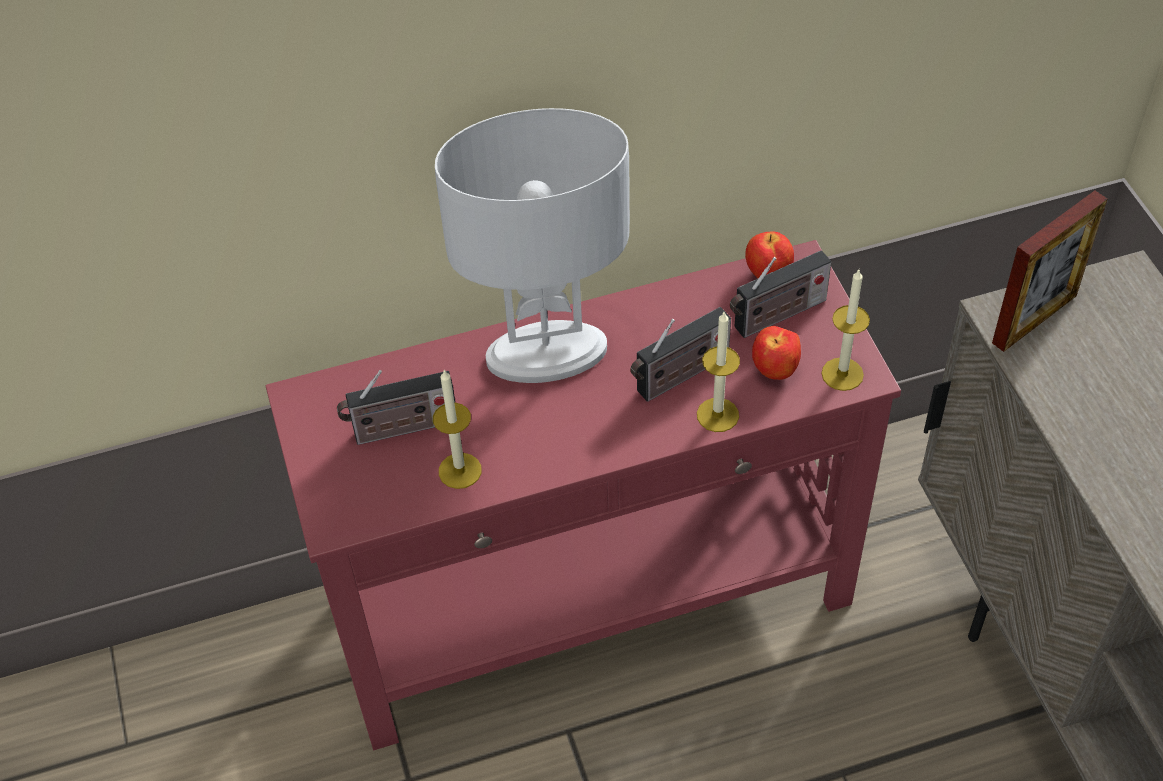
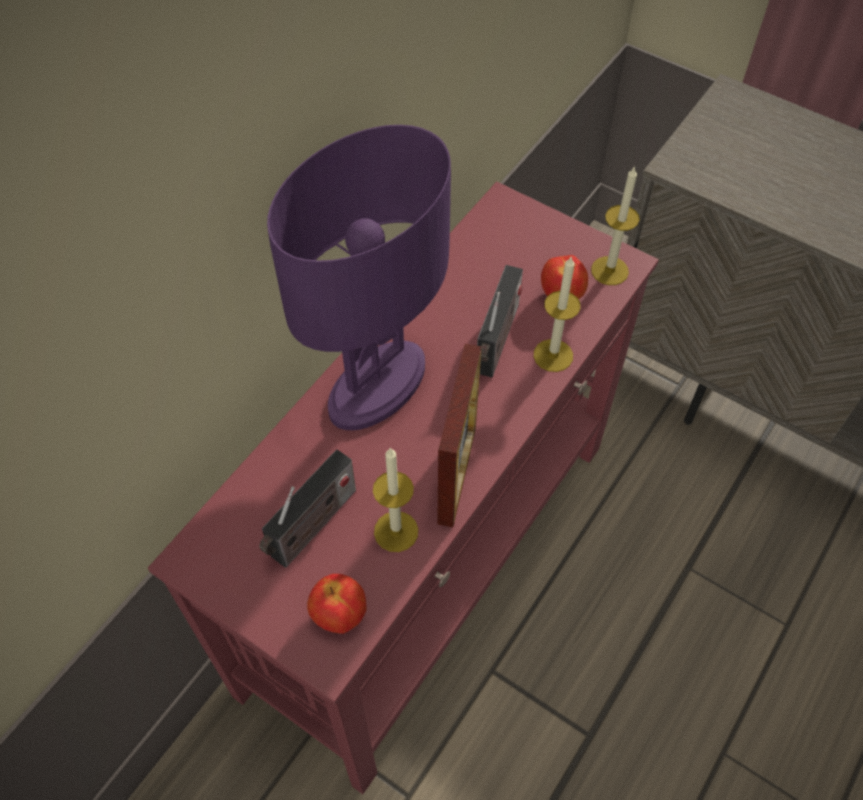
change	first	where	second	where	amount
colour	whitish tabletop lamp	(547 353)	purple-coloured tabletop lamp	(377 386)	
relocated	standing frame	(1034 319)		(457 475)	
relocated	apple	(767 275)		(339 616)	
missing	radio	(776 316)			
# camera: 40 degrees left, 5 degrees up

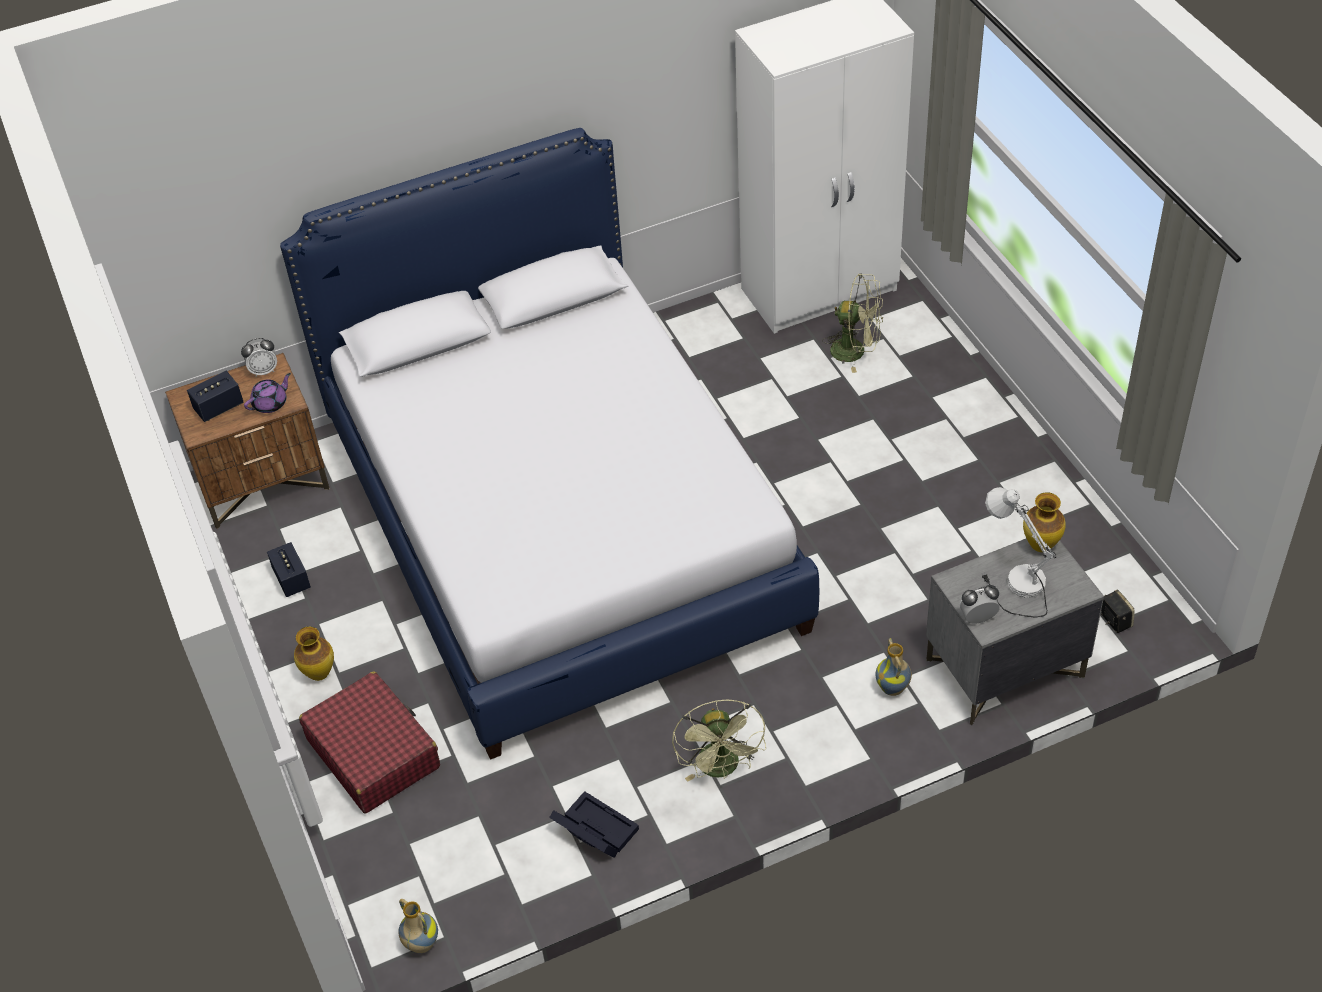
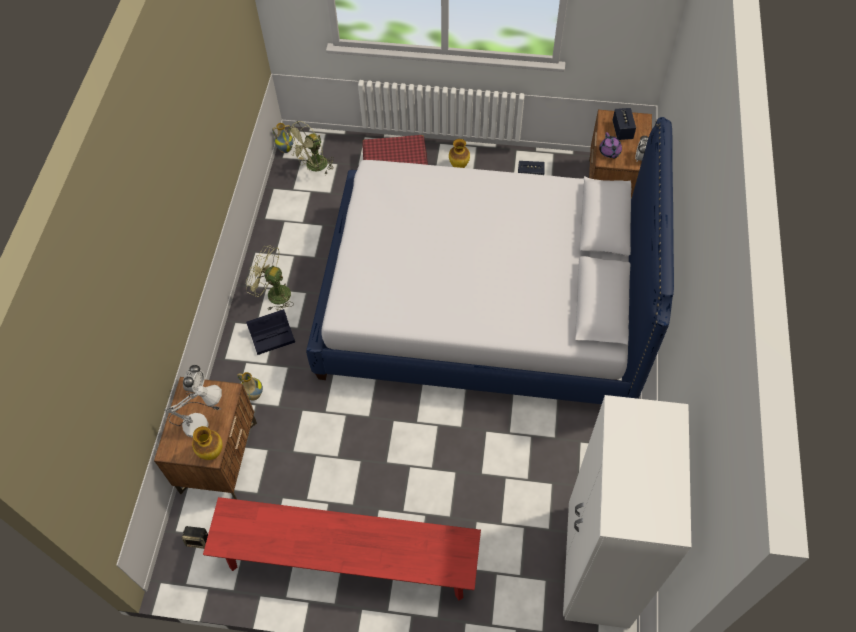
change	first	where	second	where	amount
relocated	greenish electric fan	(856 351)		(313 167)	
colour	greyish bedside table	(1004 669)	brown-coloured bedside table	(219 457)	
relocated	blackish storage box	(593 830)		(273 335)	
appeared			reddish bench	(348 562)	
# camera: 120 degrees right, 10 degrees up

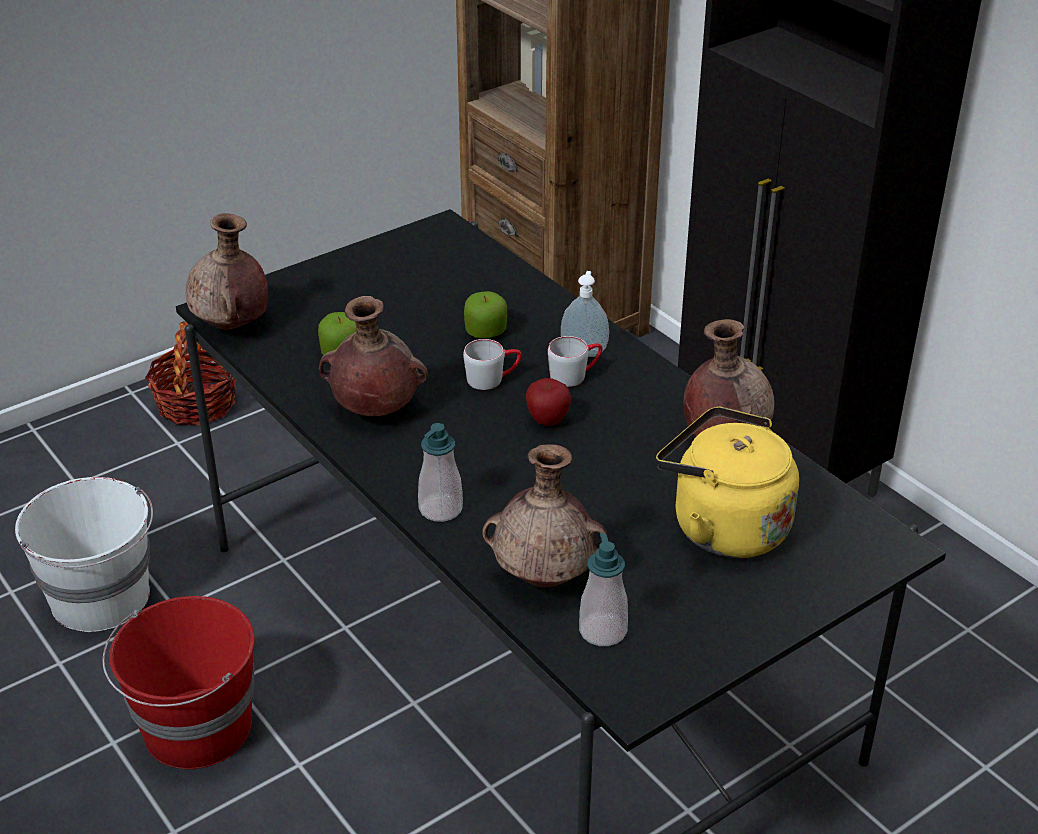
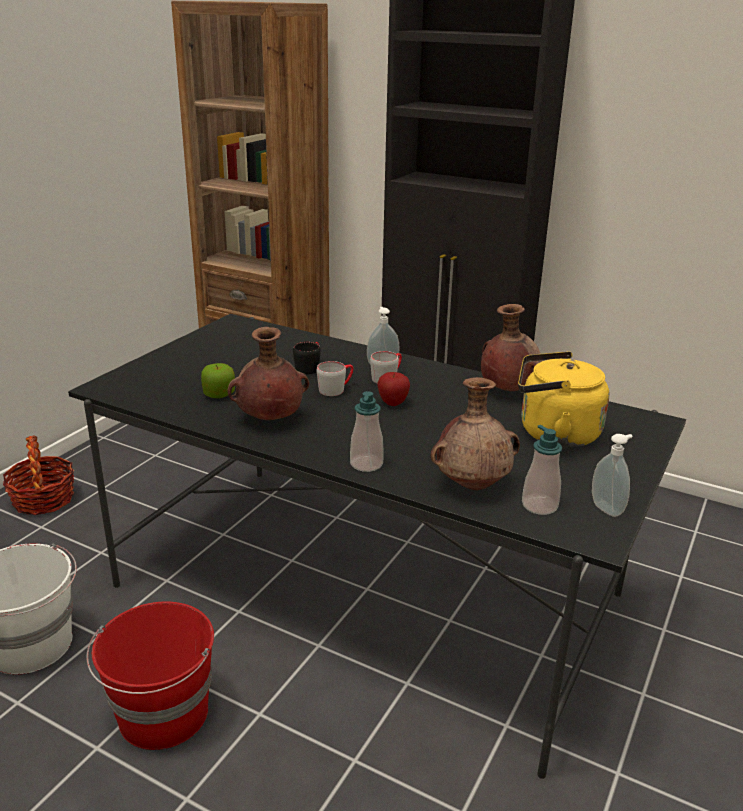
change	first	where	second	where	amount
missing	brown-coloured vase	(232 326)			
exchanged	apple	(485 332)	blackish coffee mug	(309 367)	
appeared			soap bottle	(608 508)	
# camera: 25 degrees left, 10 degrees down

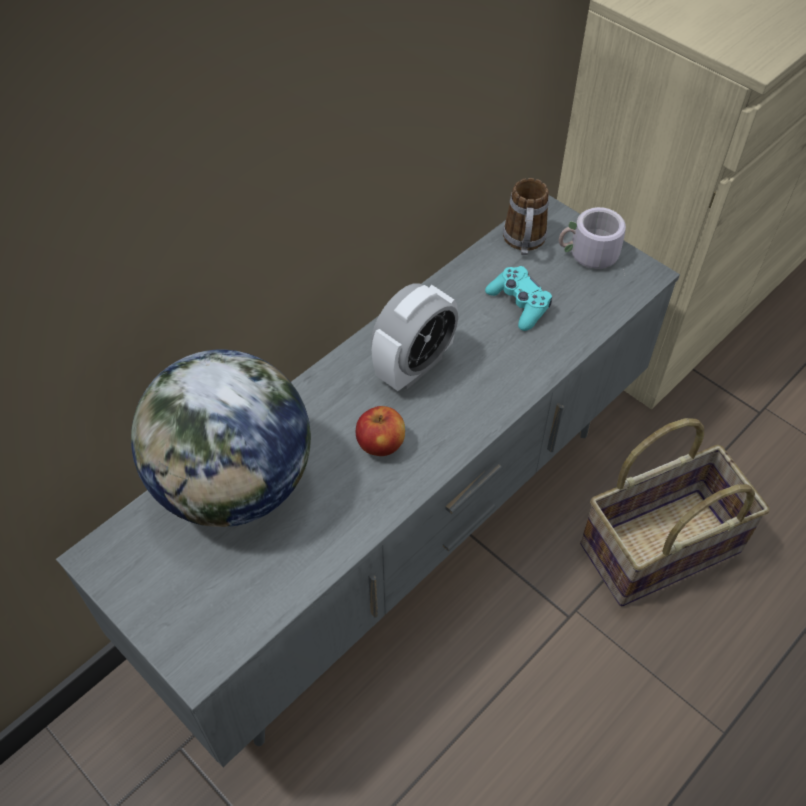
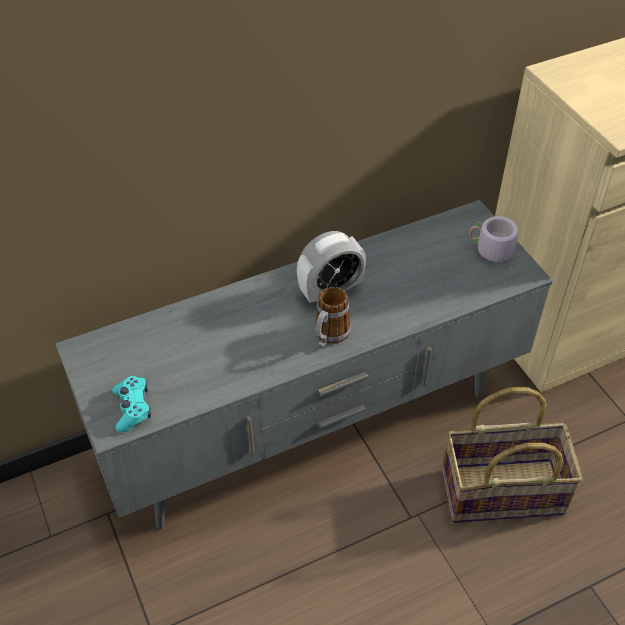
change	first	where	second	where	amount
relocated	coffee mug	(524 243)		(328 336)	
relocated	turquoise gamepad	(519 304)		(132 408)	
missing	globe	(235 485)			
missing	apple	(381 444)			
# camera: 20 degrees right, 5 degrees down

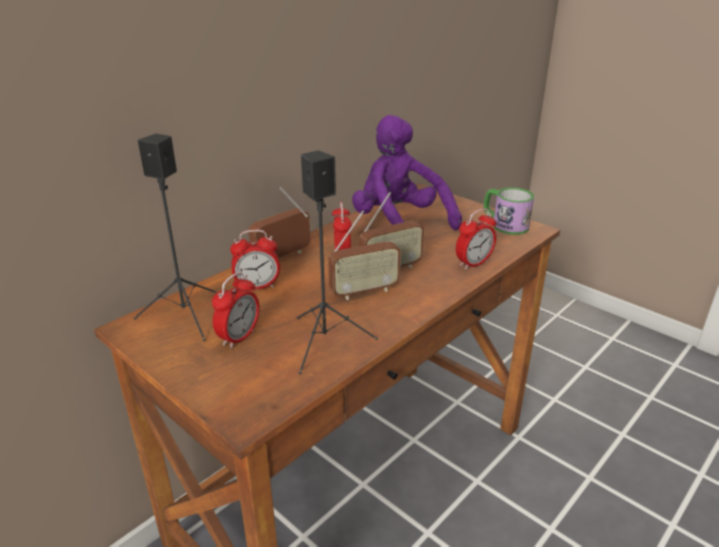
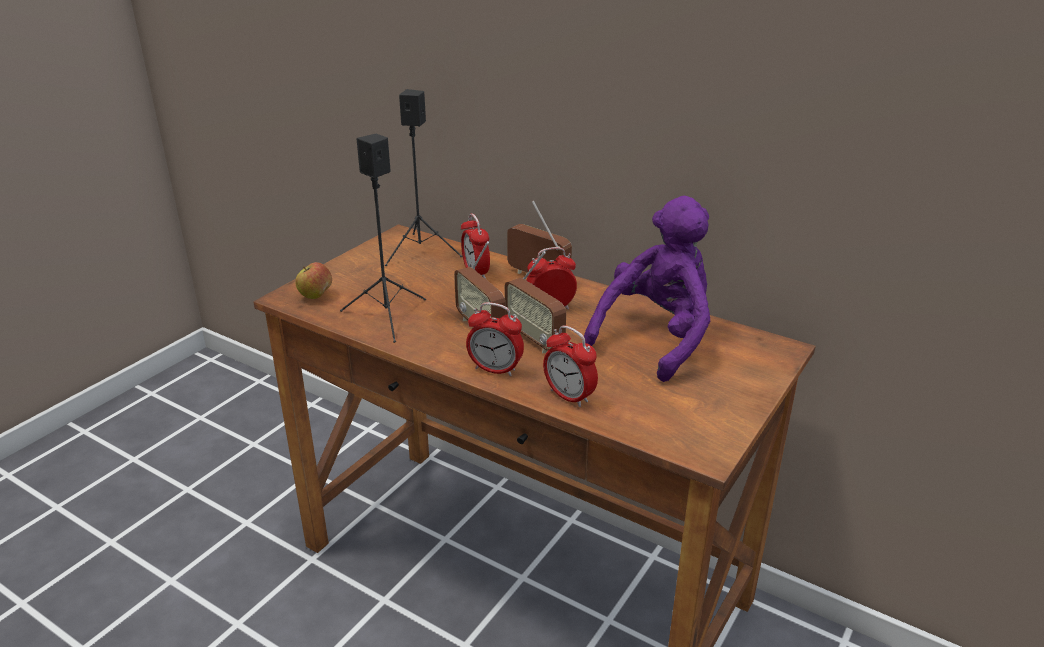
change	first	where	second	where	amount
missing	coffee mug	(504 224)			
relocated	table clock	(239 337)		(495 369)	
appeared			apple	(315 296)	
# camera: 80 degrees right, 0 degrees up

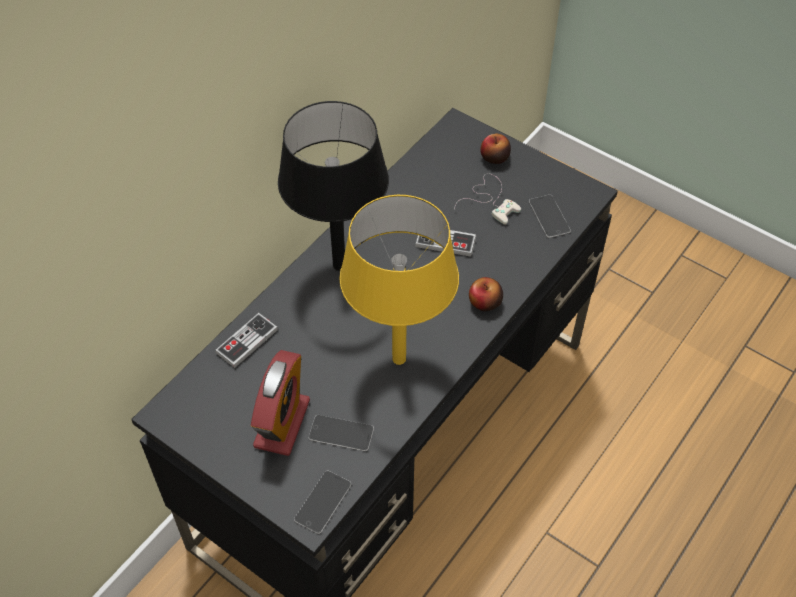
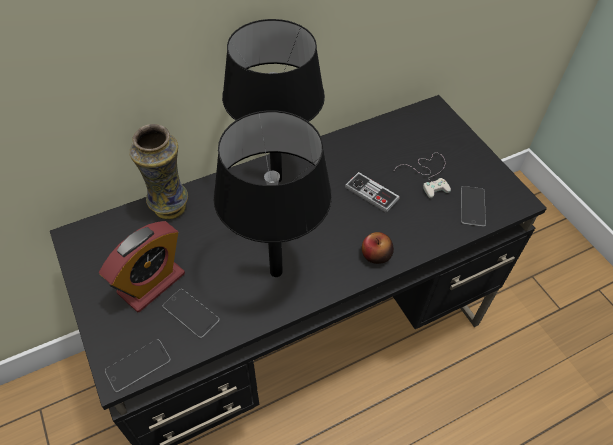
change	first	where	second	where	amount
missing	apple	(494 157)			
colour	yellowish tabletop lamp	(398 359)	blackish tabletop lamp	(275 271)	
exchanged	gamepad	(247 341)	vase	(170 208)	
# camera: 25 degrees right, 0 degrees up

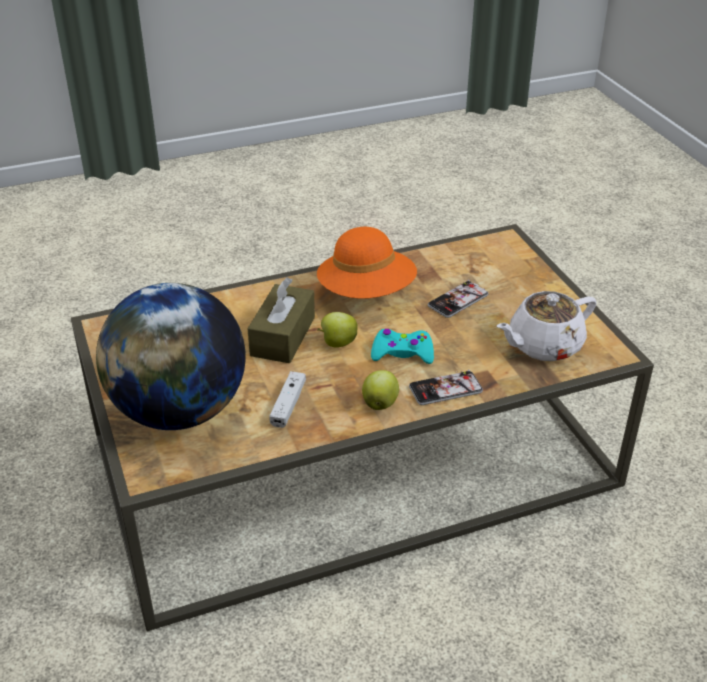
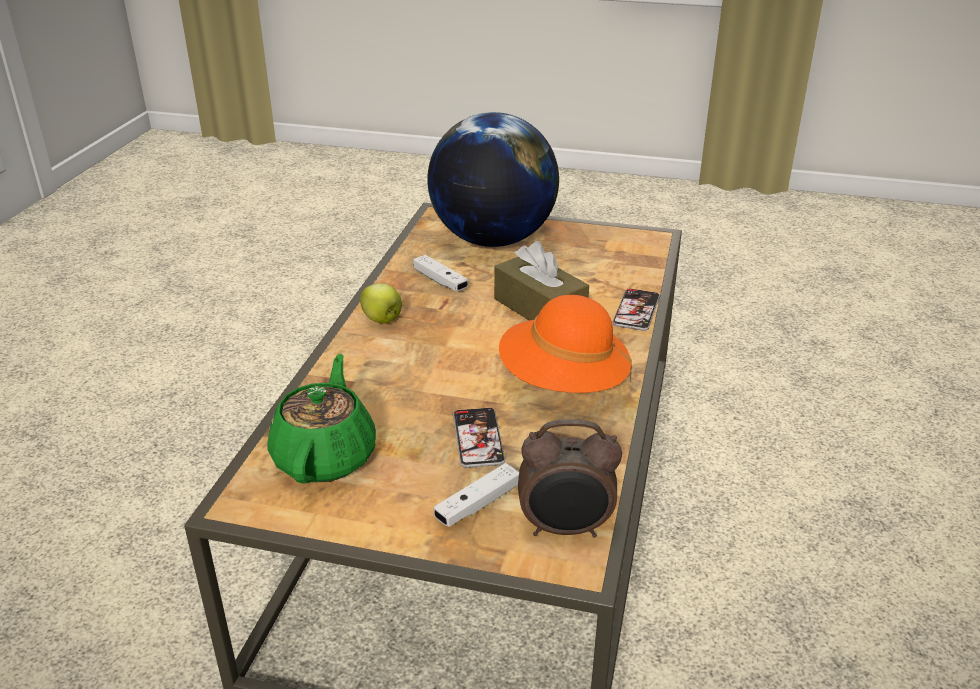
change	first	where	second	where	amount
colour	whitish teapot	(543 345)	greenish teapot	(325 456)	
missing	apple	(337 343)			
missing	turquoise gamepad	(402 353)			
relocated	phone	(445 389)		(636 310)	
appeared			table clock	(565 529)	
appeared			whitish gamepad	(478 504)	
# camera: 125 degrees right, 5 degrees down

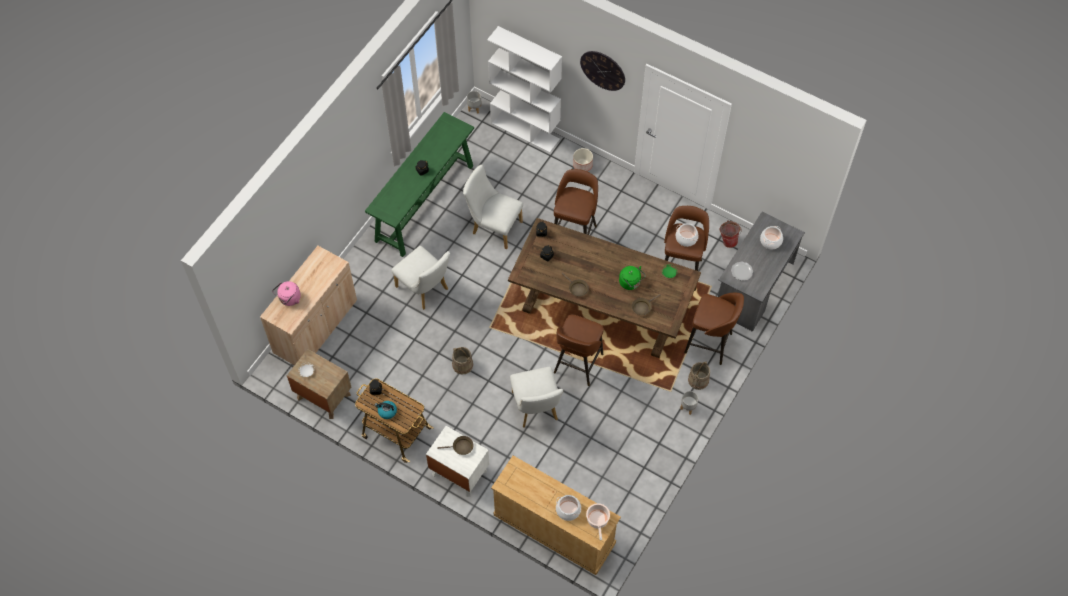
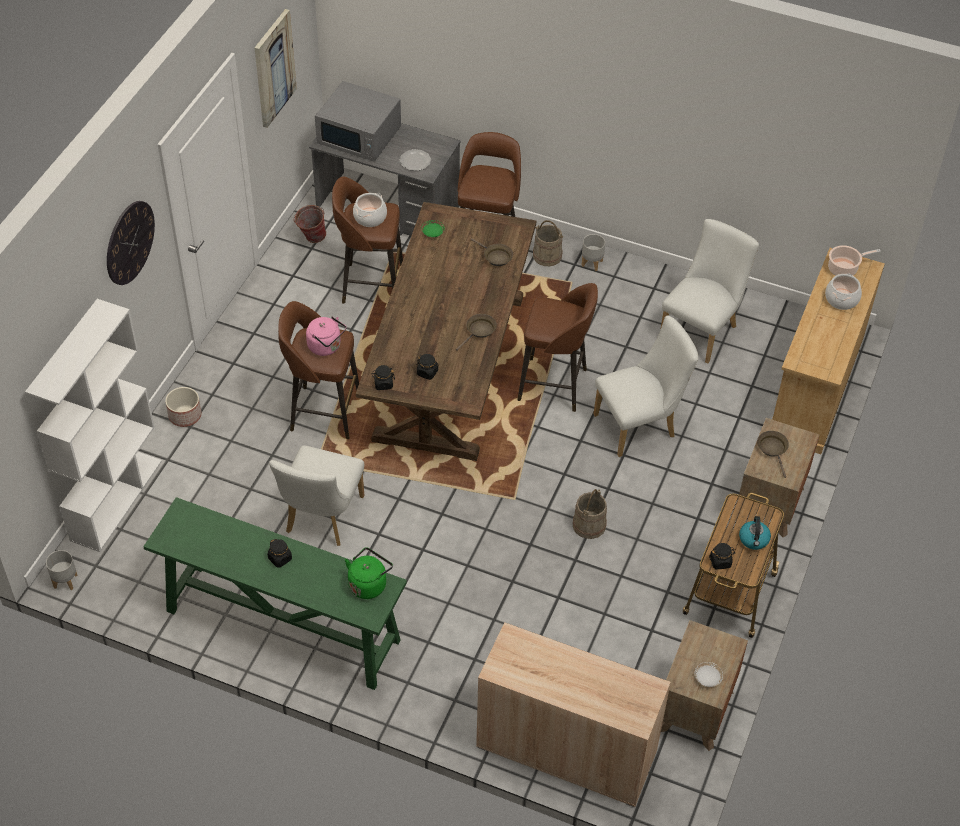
change	first	where	second	where	amount
exchanged	stockpot	(770 241)	greyish microwave	(359 136)	
relocated	whitish upright chair	(425 290)		(702 329)	
relocated	greenish kettle	(631 283)		(369 584)	
relocated	pinkish kettle	(289 299)		(326 347)	
colour	whitish bedside table	(459 472)	brown-coloured bedside table	(769 504)	
appeared			wall art	(274 68)	
# camera: 100 degrees left, 10 degrees down

